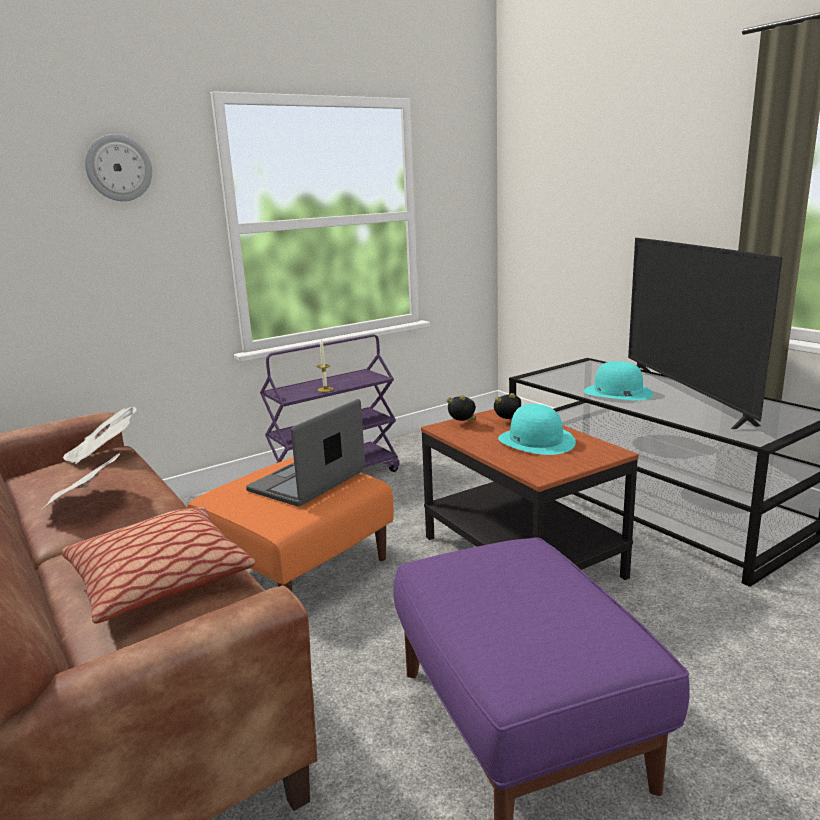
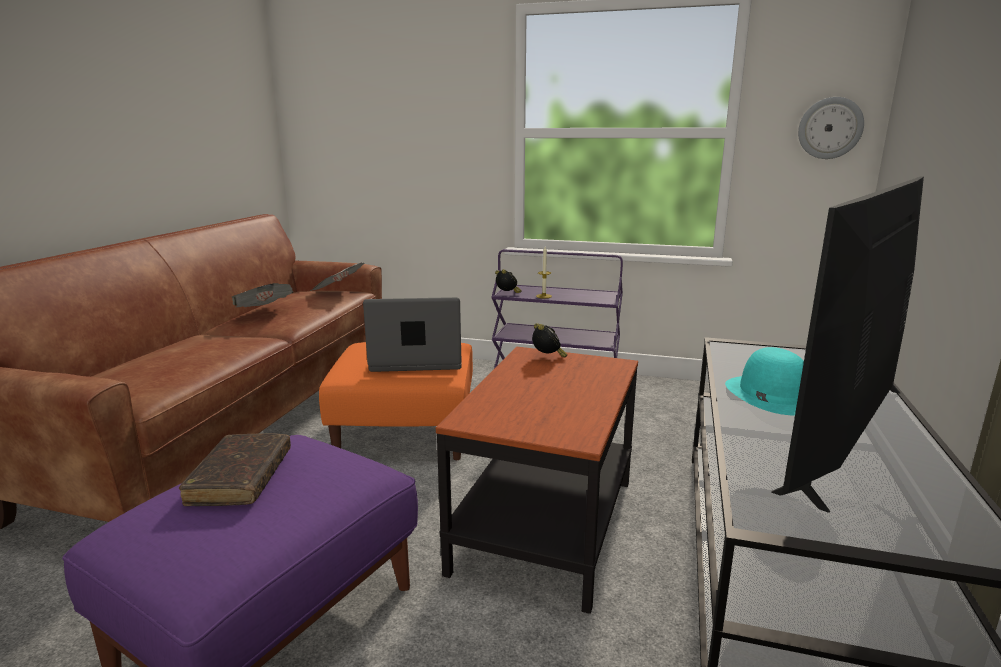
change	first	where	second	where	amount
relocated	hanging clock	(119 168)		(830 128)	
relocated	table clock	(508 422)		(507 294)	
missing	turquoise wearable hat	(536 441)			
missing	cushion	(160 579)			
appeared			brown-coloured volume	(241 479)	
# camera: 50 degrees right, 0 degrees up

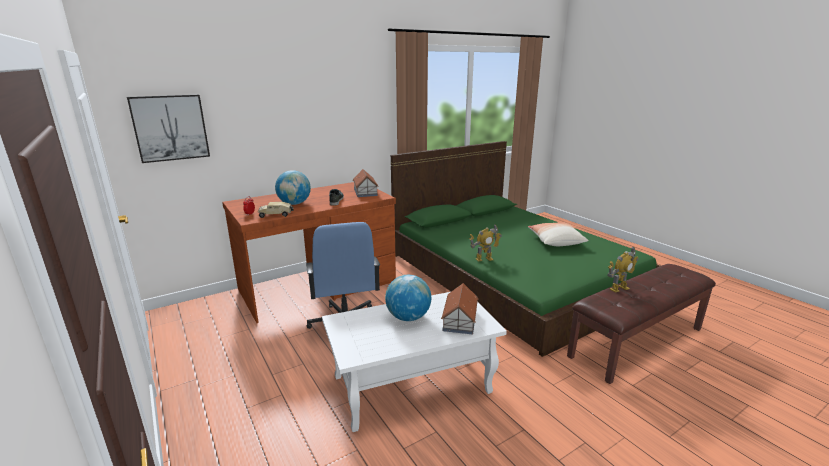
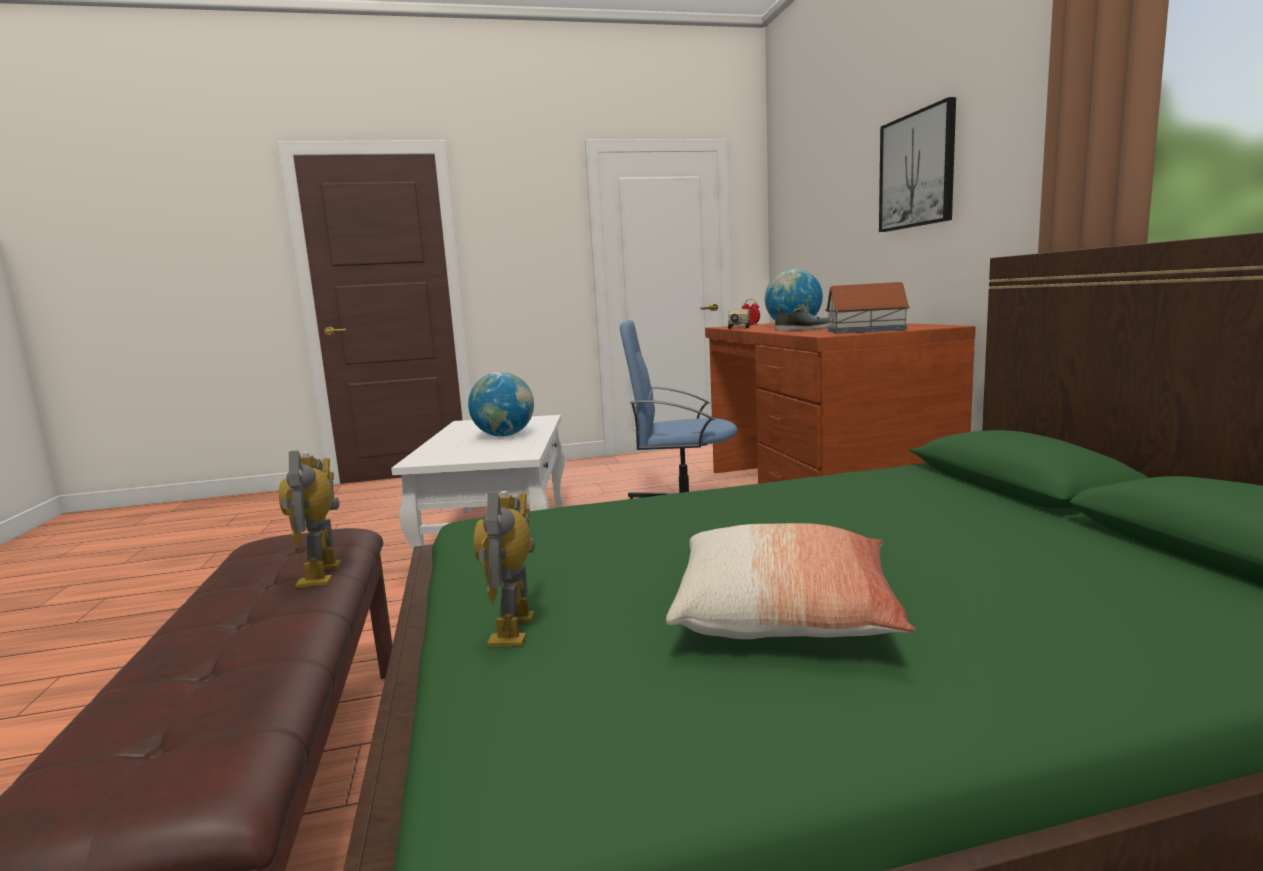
change	first	where	second	where	amount
relocated	wall art	(170 128)		(917 170)	
relocated	toy robot	(484 259)		(514 629)	
missing	model house	(460 319)			
# camera: 110 degrees right, 10 degrees down

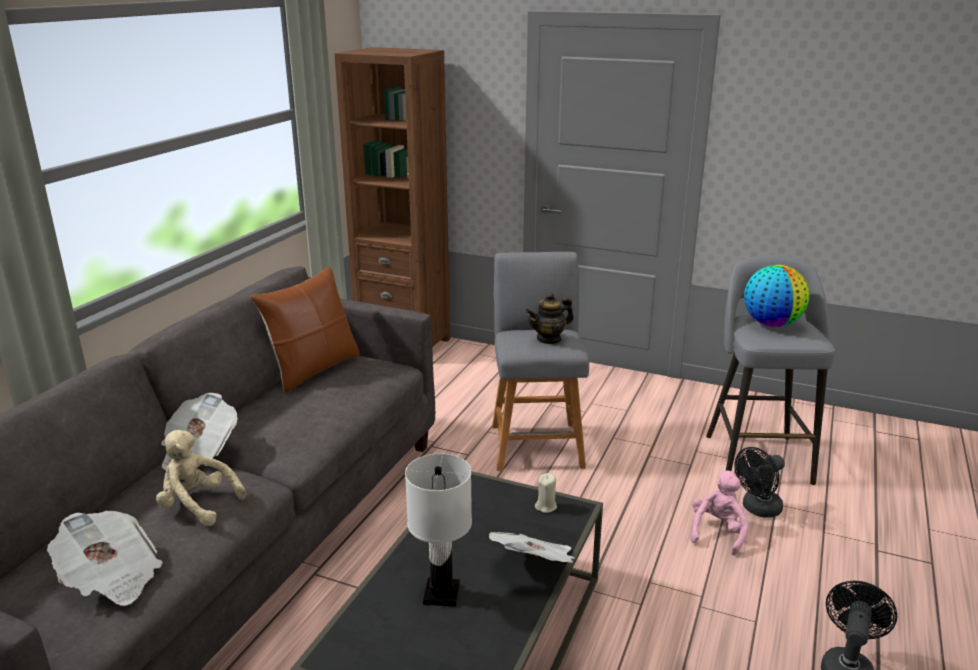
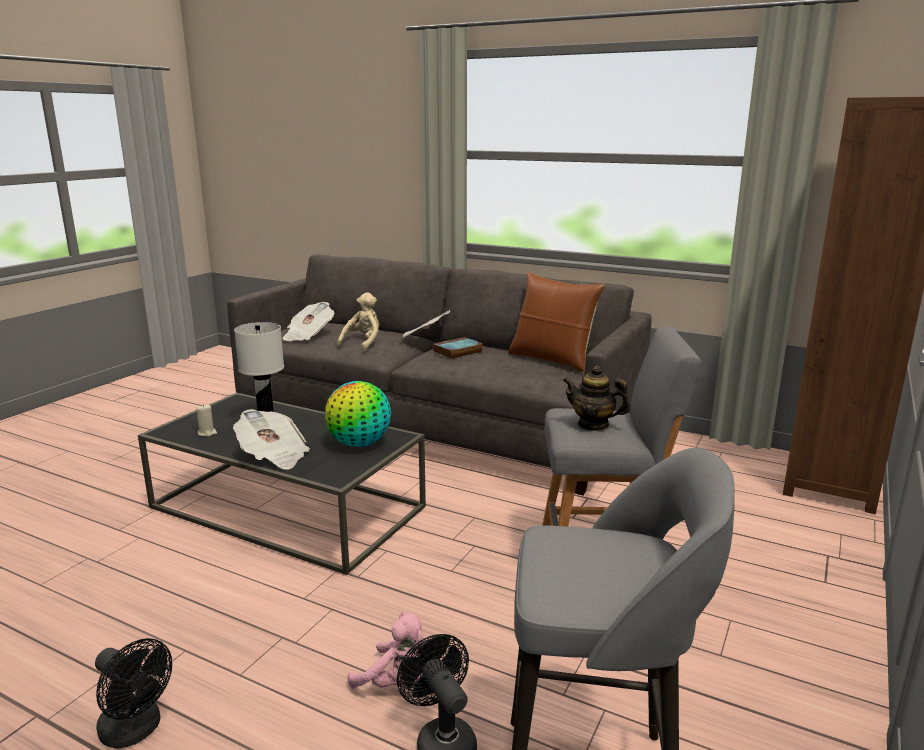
change	first	where	second	where	amount
relocated	globe	(771 324)		(359 444)	
spun	teapot	(549 339)		(593 425)	45 degrees counterclockwise
relocated	beige-coloured wax light	(546 506)		(207 433)	
appeared			volume	(457 352)	
# camera: 95 degrees right, 5 degrees down

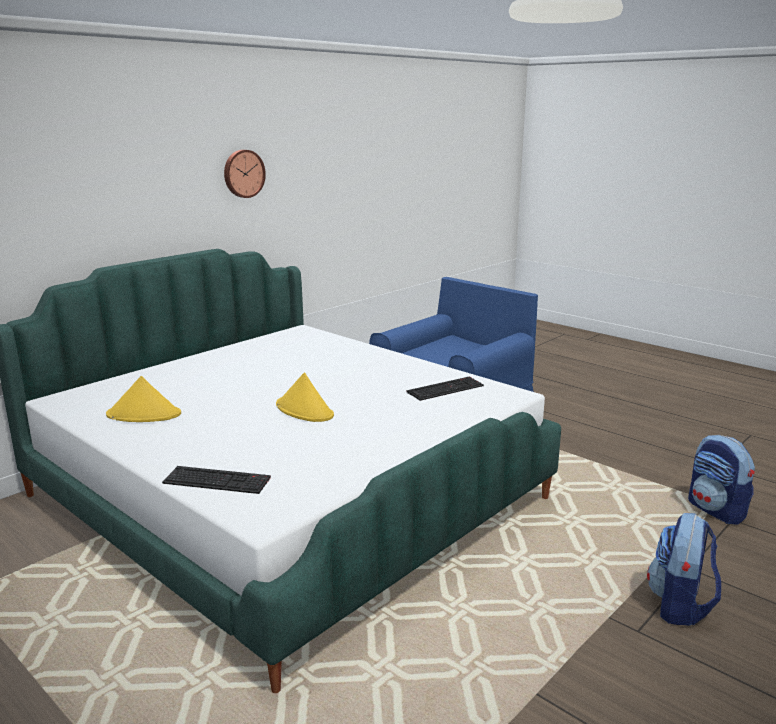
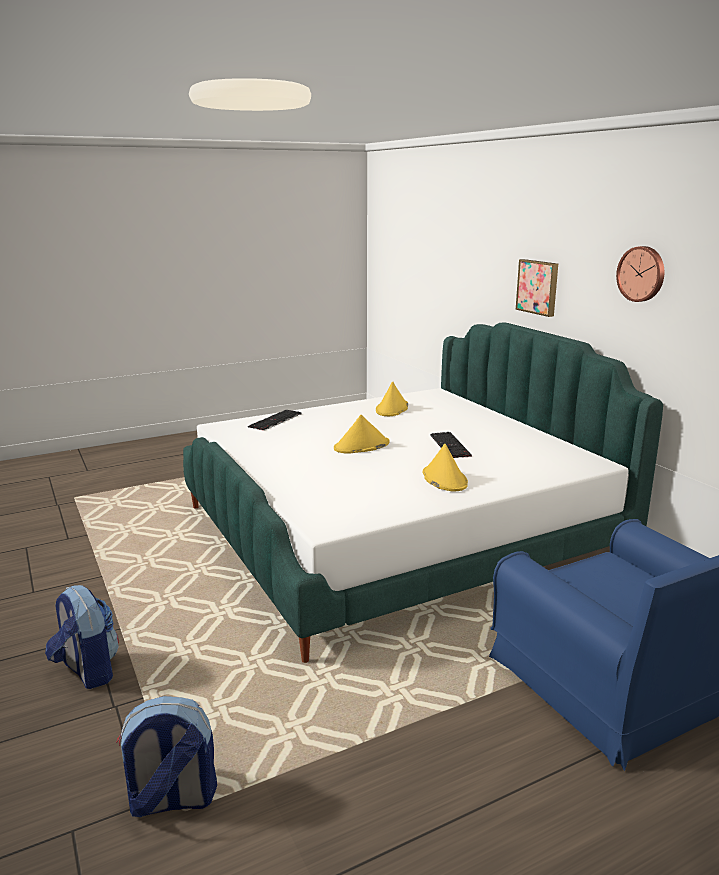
change	first	where	second	where	amount
relocated	keyboard	(445 388)		(451 445)	
appeared			wall art	(538 287)	
appeared			yellowish wearable hat	(444 479)	
# camera: 110 degrees right, 0 degrees up

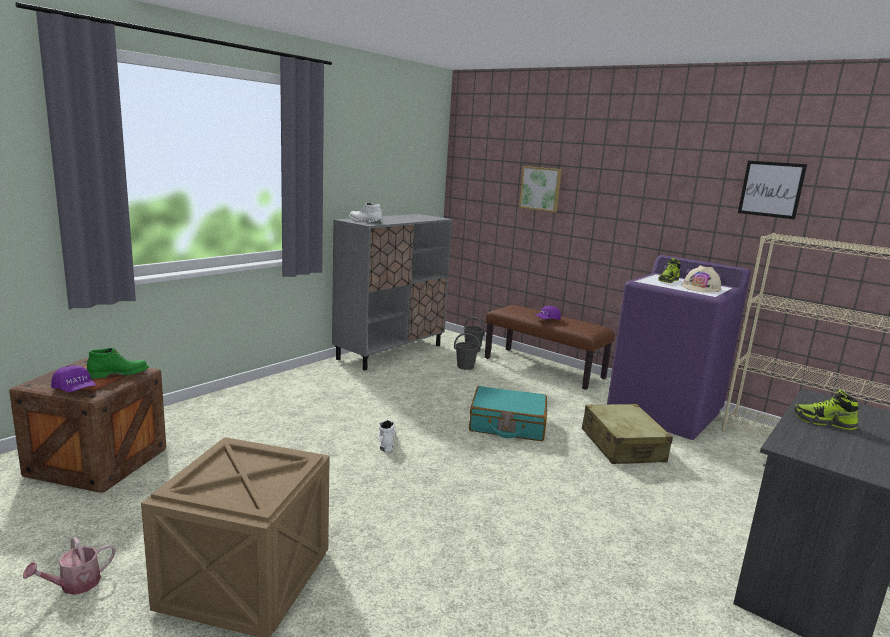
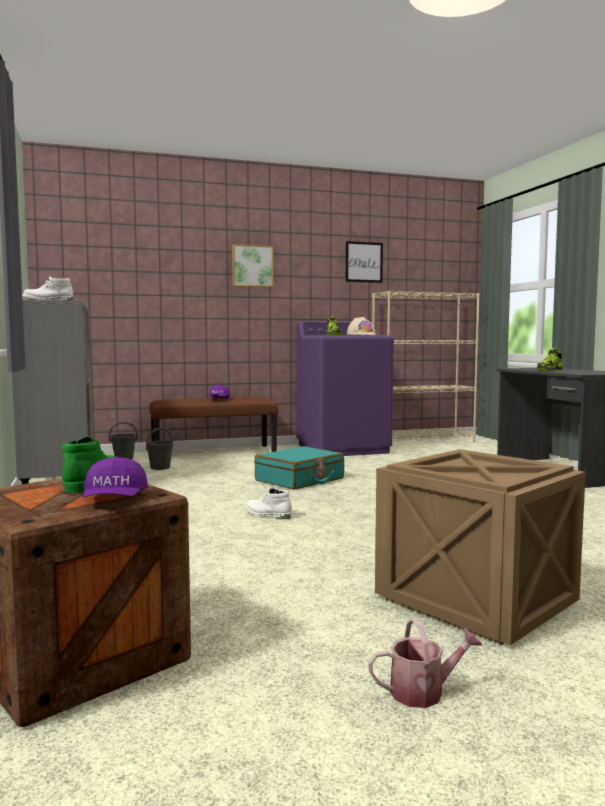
change	first	where	second	where	amount
relocated	wall art	(541 188)		(252 266)	
spun	purple-coloured baseball cap	(75 389)		(114 500)	105 degrees clockwise
missing	beige-coloured piece of luggage	(622 446)			
spun	sprinkling can	(74 585)		(424 692)	90 degrees counterclockwise
# camera: 55 degrees left, 10 degrees down

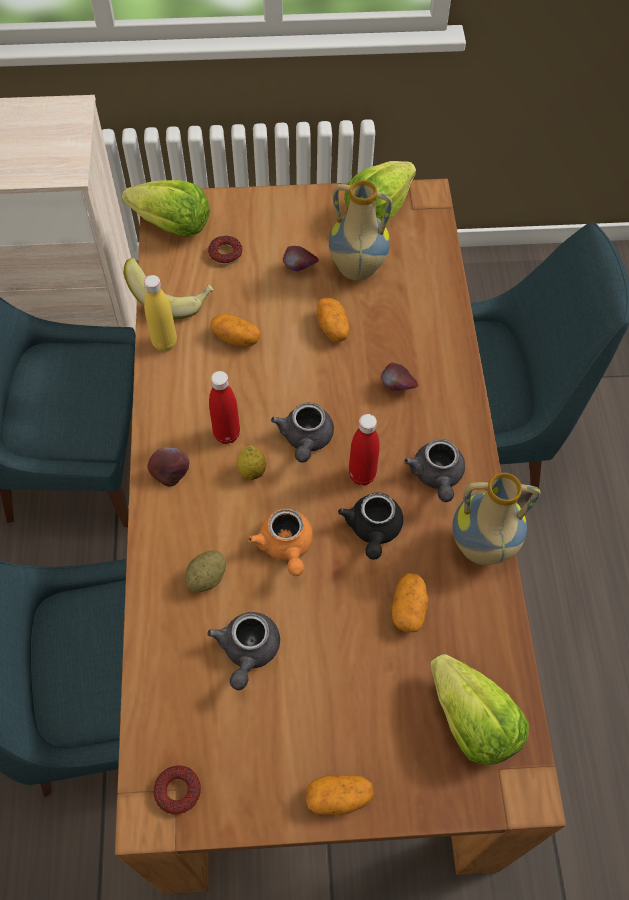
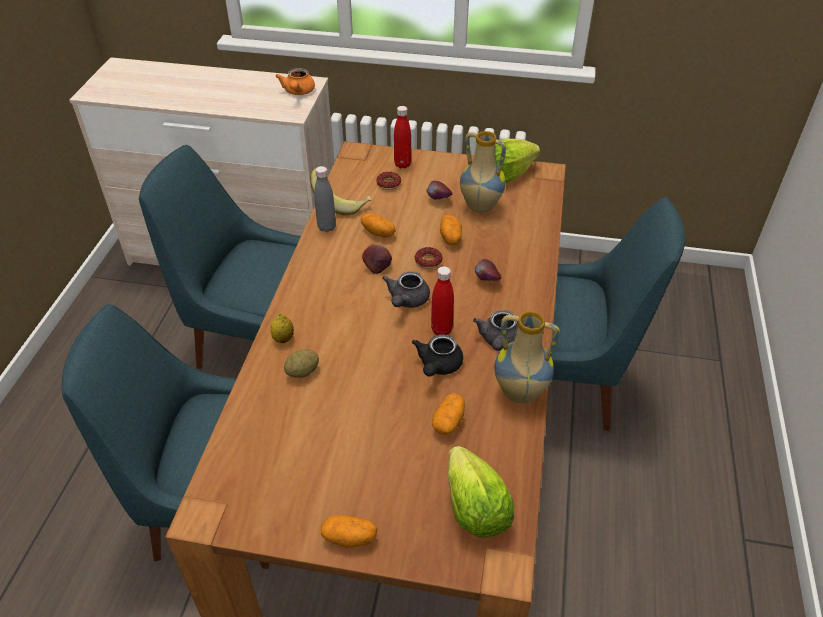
change	first	where	second	where	amount
missing	head of lettuce	(172 225)			
colour	yellowish drink bottle	(164 342)	greyish drink bottle	(326 227)	
relocated	reddish drink bottle	(227 434)		(402 164)	
relocated	citrus fruit	(252 471)		(283 339)	
relocated	apple	(171 473)		(378 267)	
relocated	orange teapot	(286 547)		(298 92)	
missing	greyish teapot	(247 652)			
relocated	donut	(178 791)		(428 261)	
# camera: 15 degrees right, 15 degrees down

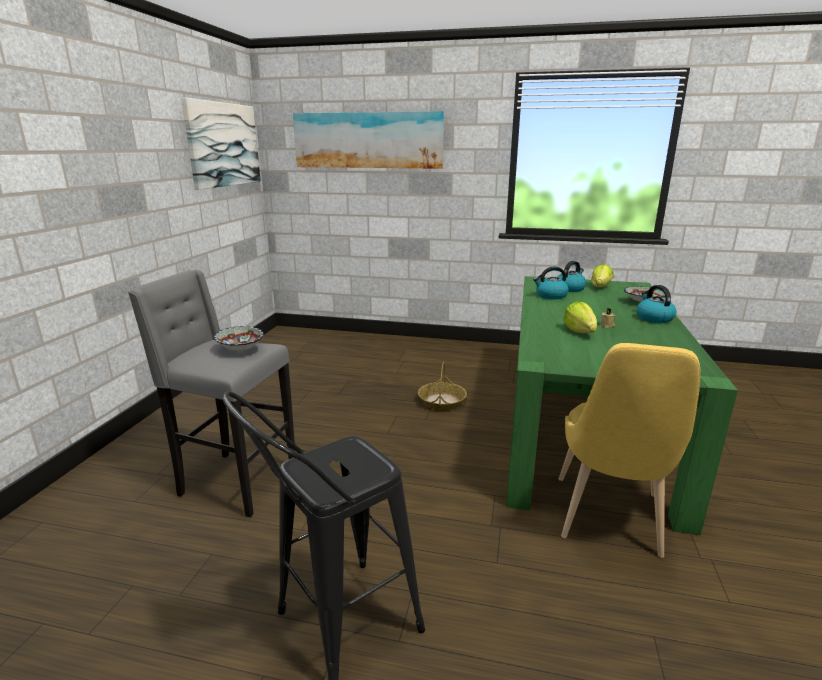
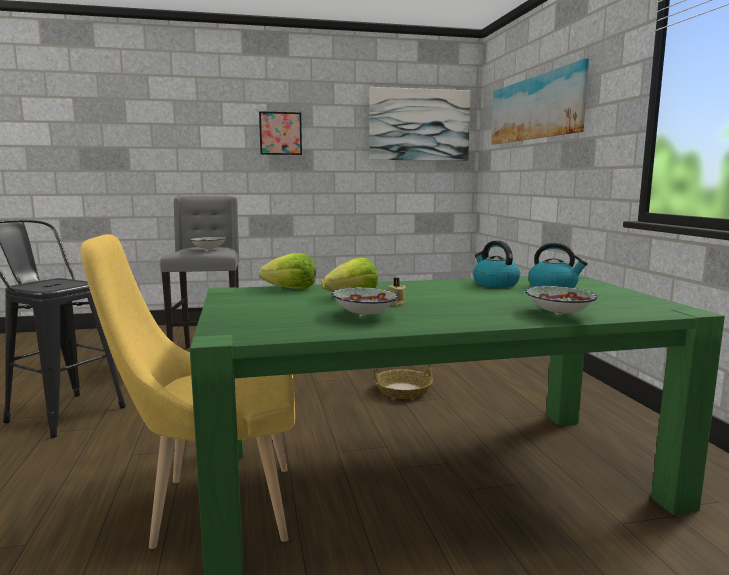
change	first	where	second	where	amount
relocated	head of lettuce	(600 287)		(291 288)	
missing	kettle	(654 318)			
appeared			wall art	(280 133)	
appeared			deep dish	(363 315)	
# camera: 65 degrees right, 10 degrees down

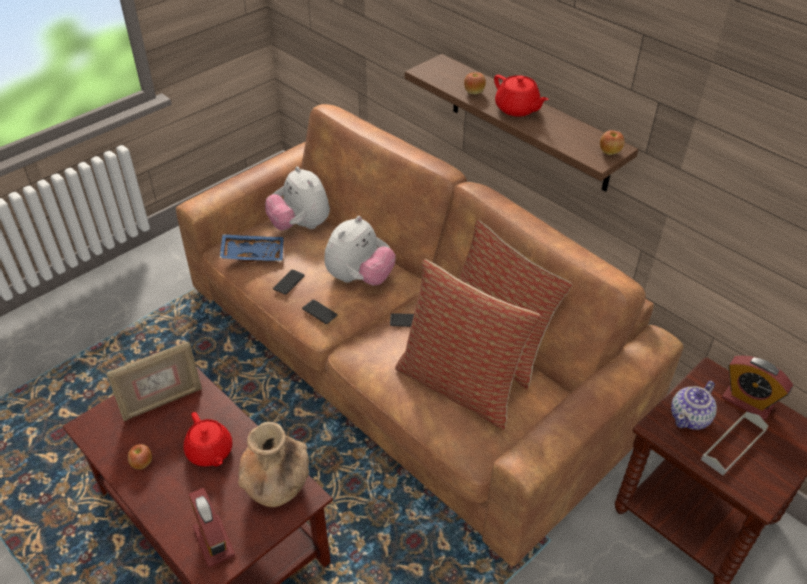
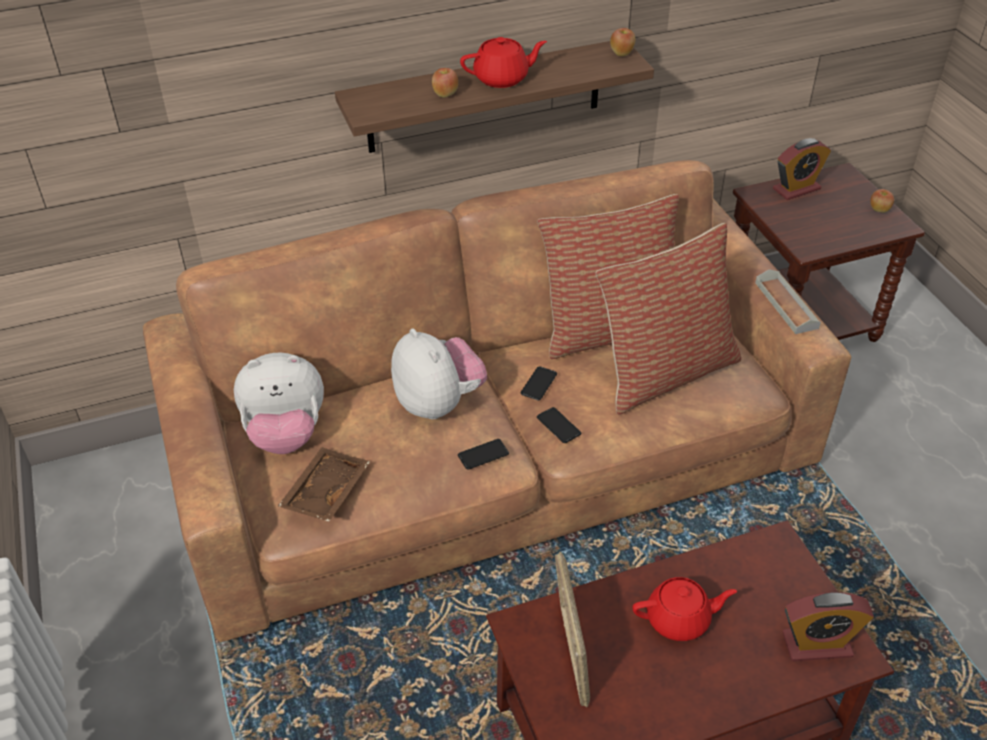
change	first	where	second	where	amount
colour	blue-coloured carrying tray	(253 253)	brown-coloured carrying tray	(324 492)	
relocated	phone	(289 282)		(558 426)	
missing	teapot	(690 418)			
relocated	greyish carrying tray	(733 445)		(786 305)	
missing	brown-coloured vase	(277 486)			
relocated	apple	(142 463)		(879 210)	
# camera: 65 degrees left, 0 degrees up

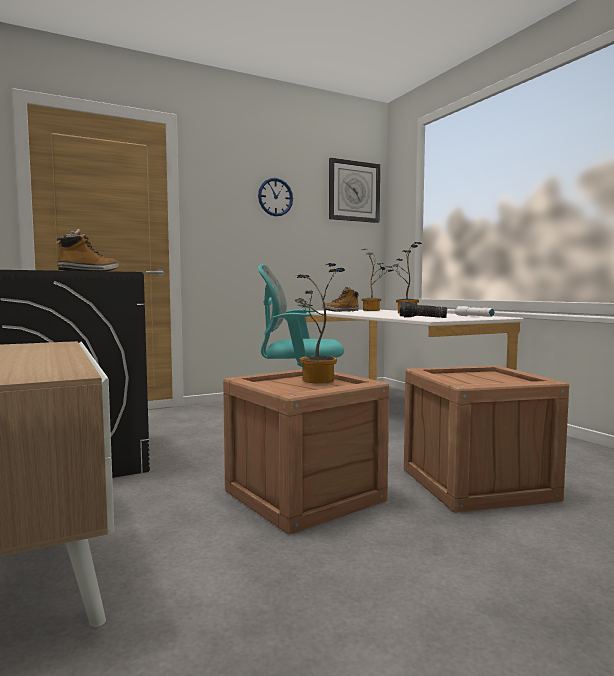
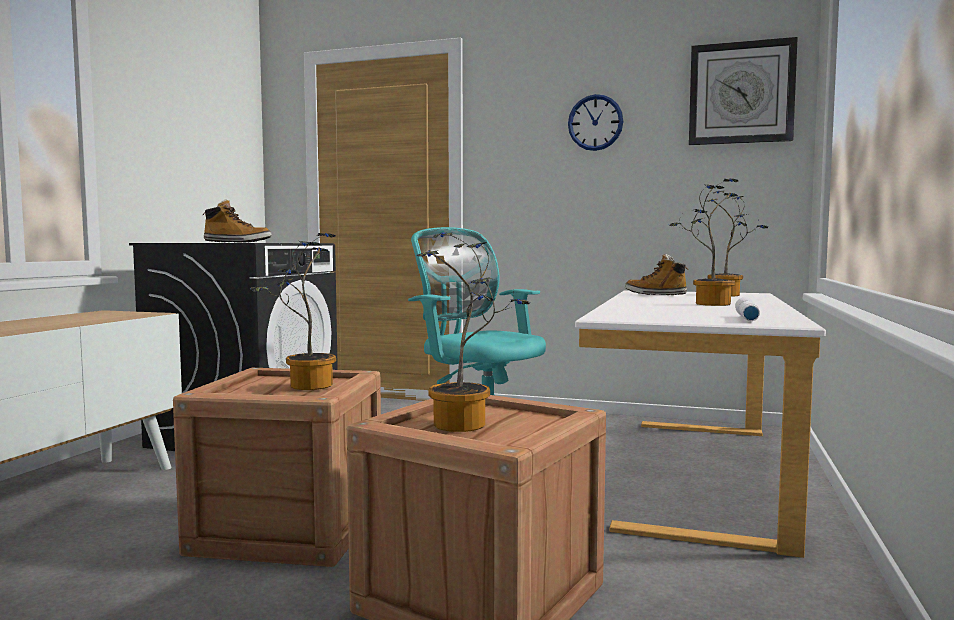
change	first	where	second	where	amount
missing	torch	(422 317)			
appeared			plant in a pot	(467 426)	
# camera: 45 degrees right, 0 degrees up

